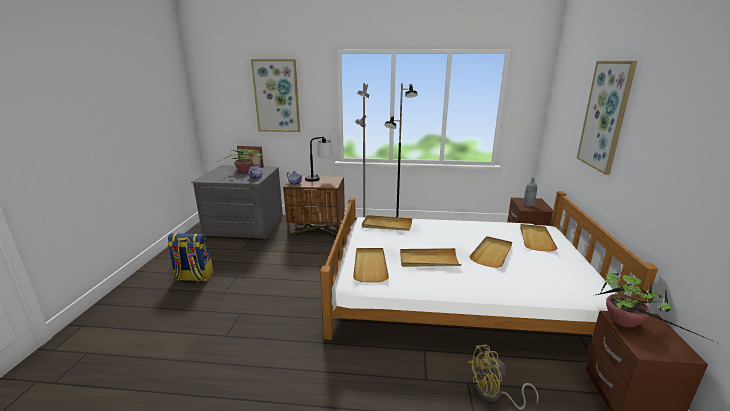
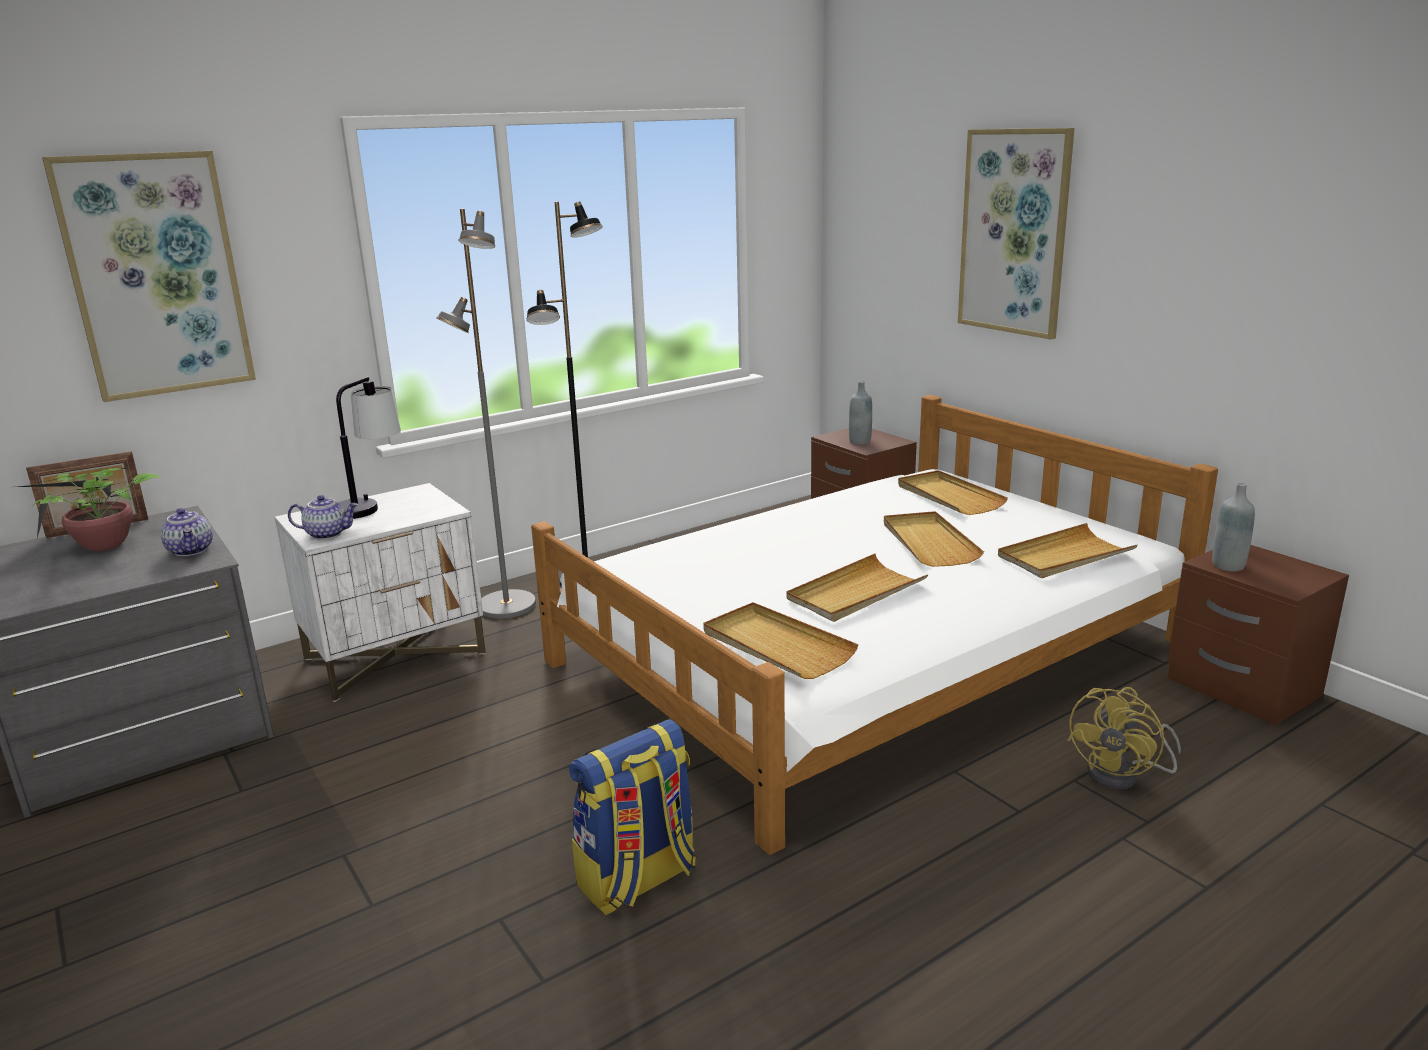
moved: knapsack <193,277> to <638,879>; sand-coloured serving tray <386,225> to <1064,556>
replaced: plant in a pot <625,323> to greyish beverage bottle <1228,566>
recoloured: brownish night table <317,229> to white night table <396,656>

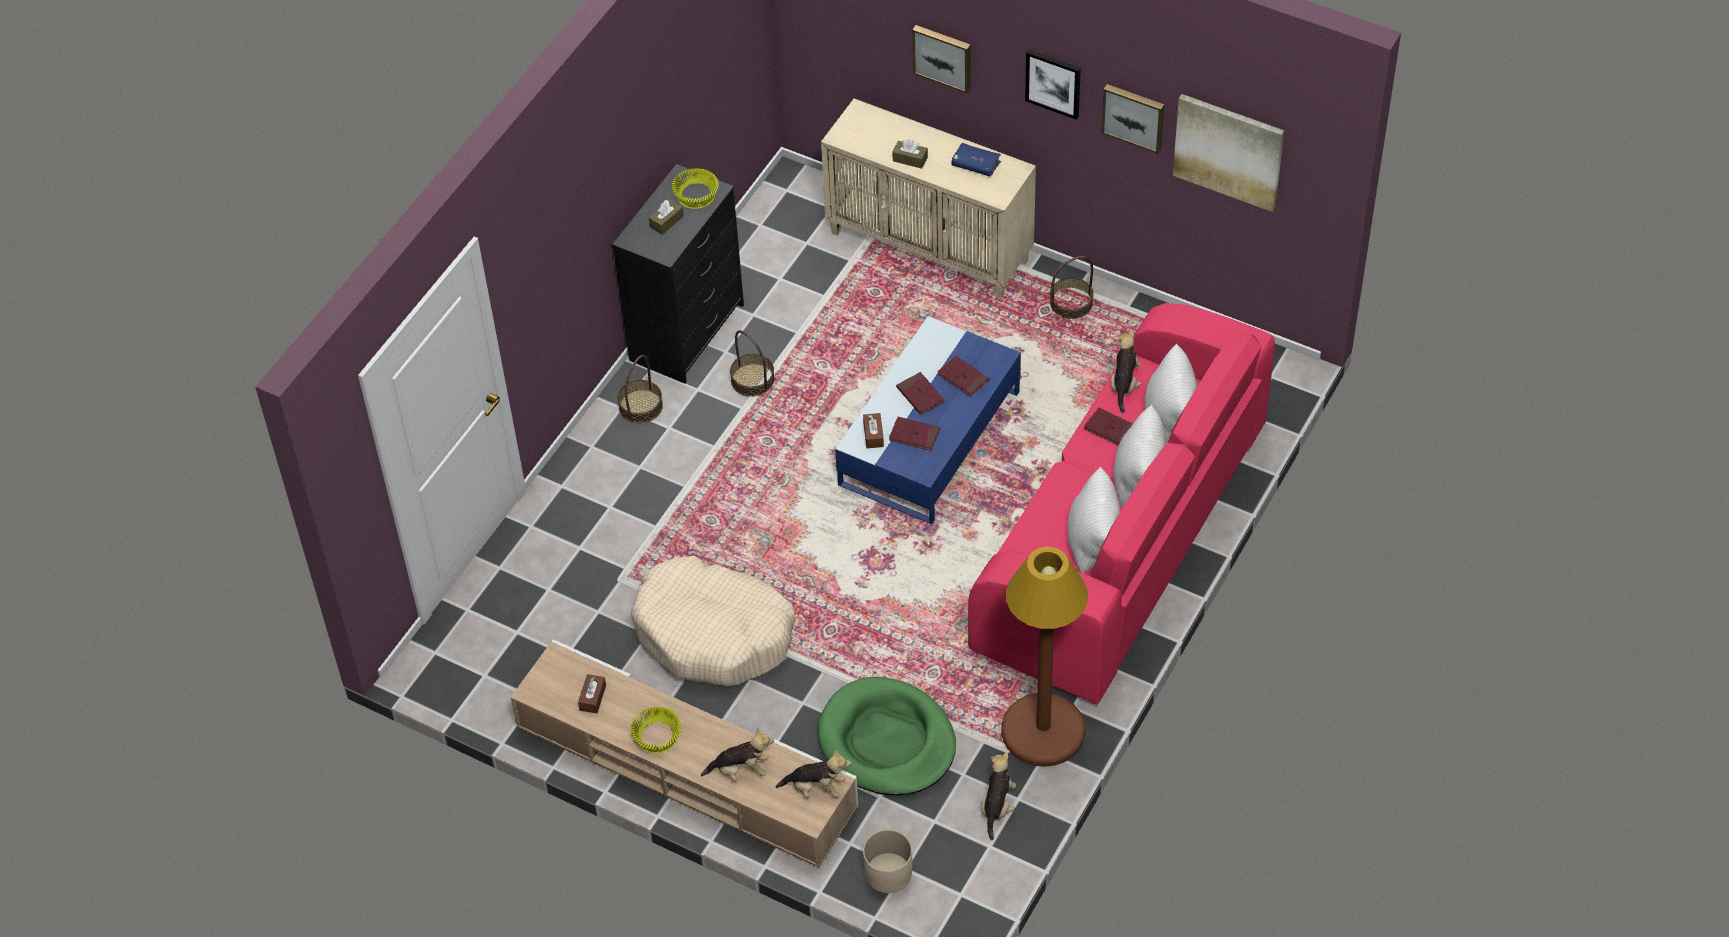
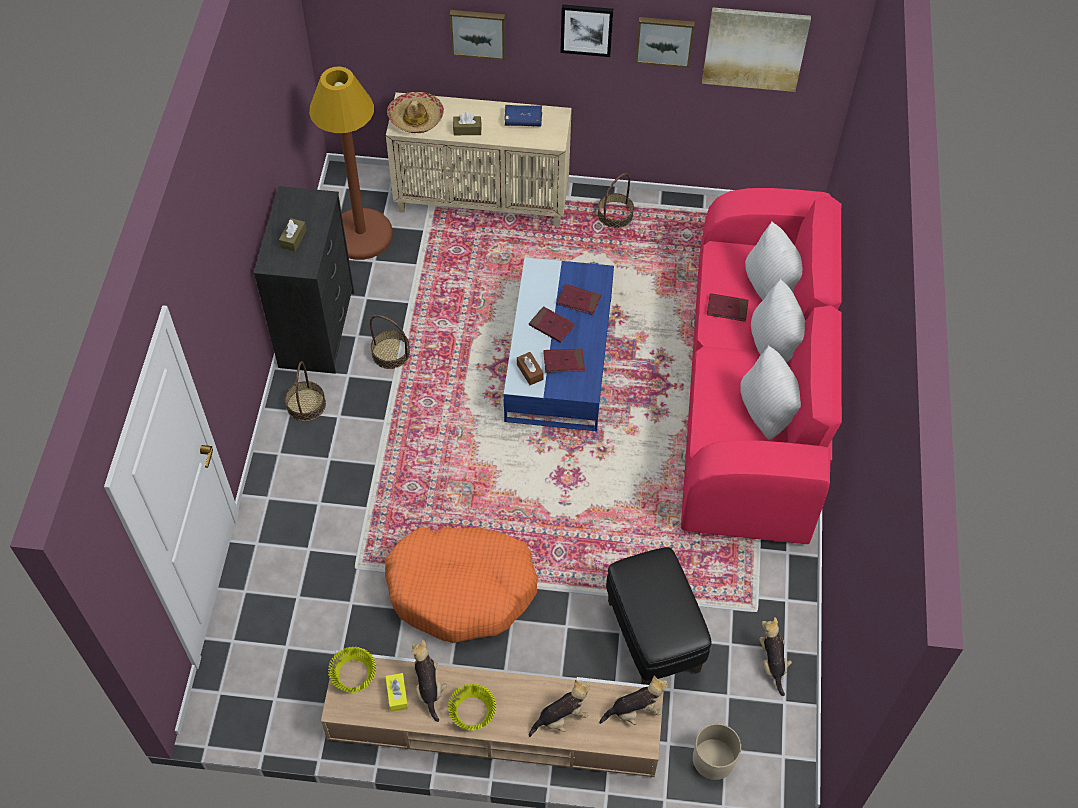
added: clothing hat <416,118>
moved: brownish standing lamp <1043,731> to <361,235>; yellowish serving bowl <697,195> to <354,674>; soft toy <1124,384> to <428,687>
replaced: green-coloured dog cushion <887,741> to black ottoman <653,636>
recoloured: sand-coloured dog cushion <714,634> to orange dog cushion <461,589>; brownish tissue holder <592,698> to yellowish tissue holder <397,695>

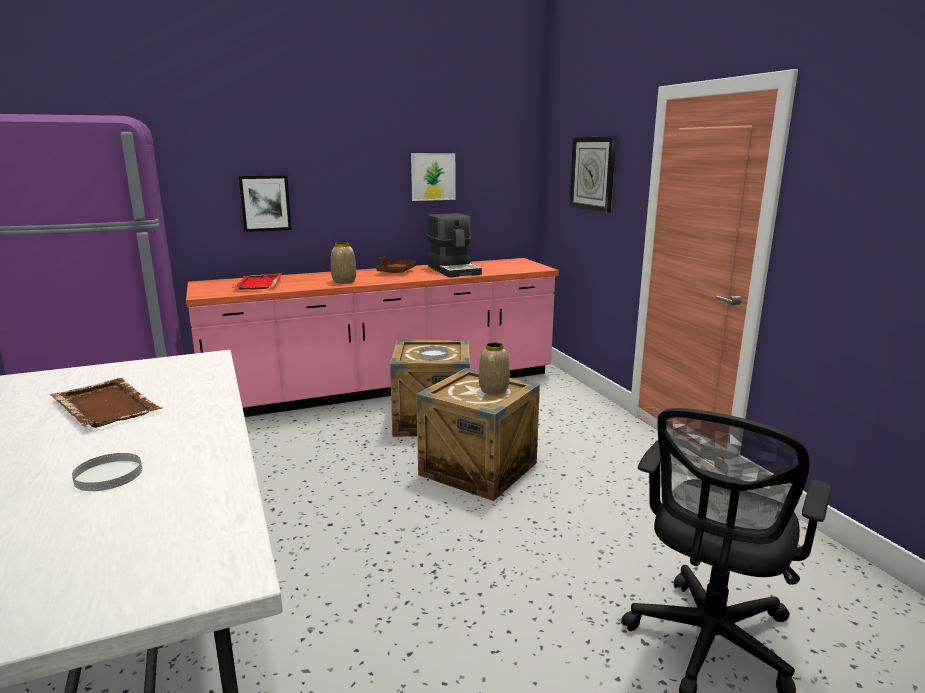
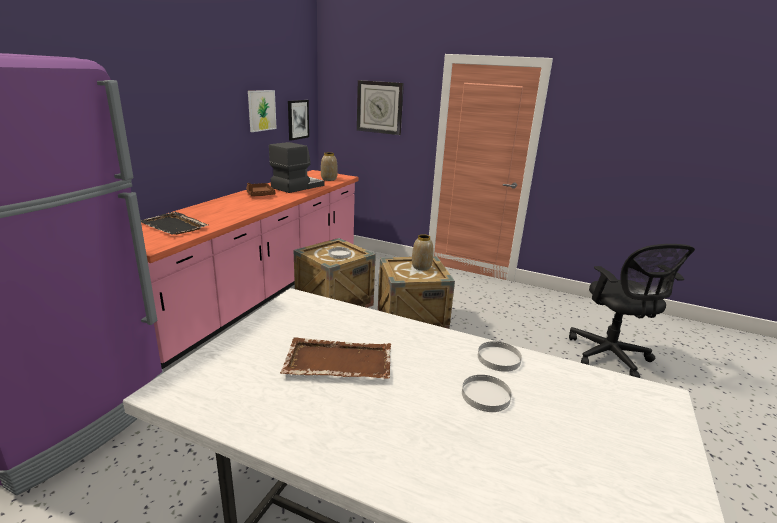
added: white plate <499,358>
moved: picture <265,203> to <297,119>; decorative vase <344,281> to <329,179>
recoloured: red serving tray <258,284> to black serving tray <174,226>
turned: coffee machine <454,270> = <297,186> 75 degrees counterclockwise

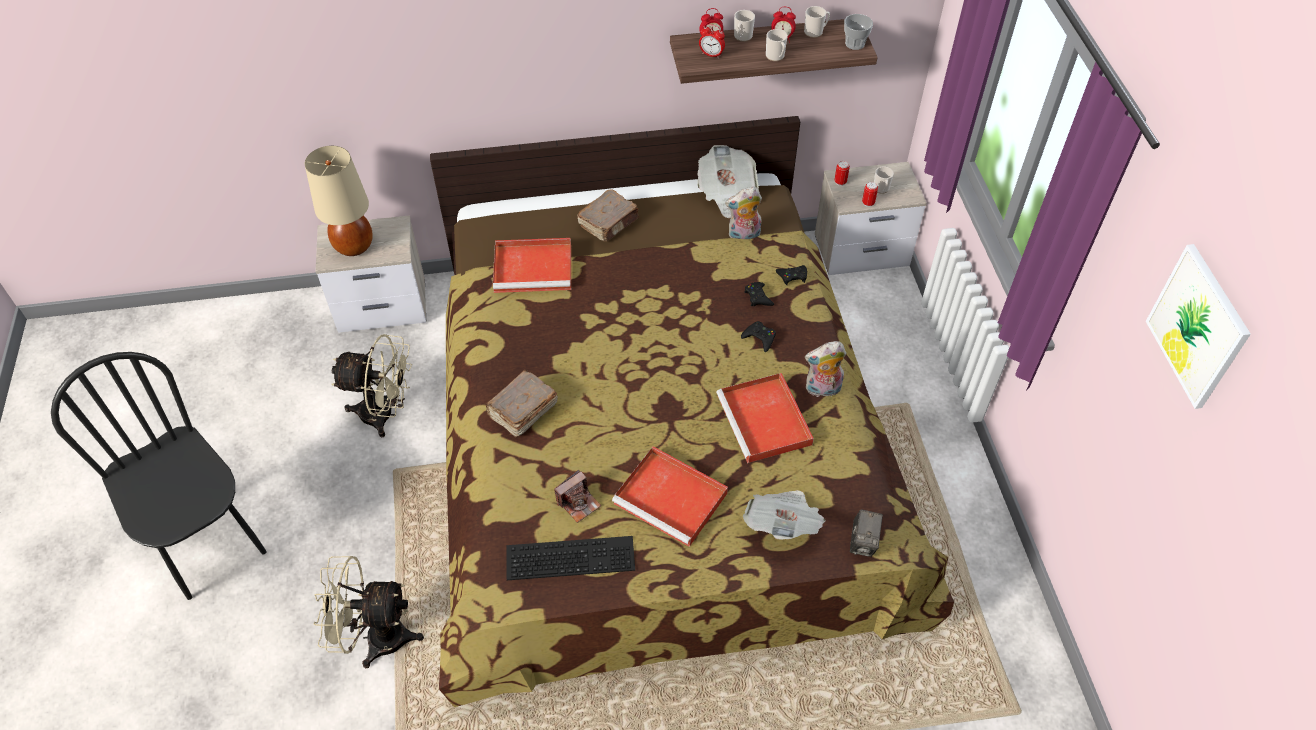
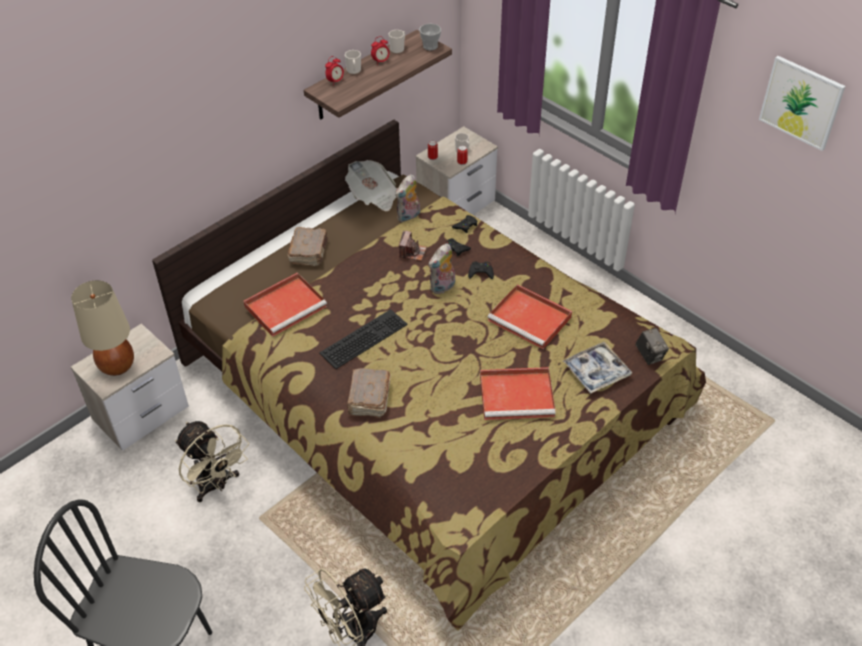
removed: alarm clock <711,54>; tea mug <776,57>
moved: keyboard <571,555> to <363,337>; still camera <578,503> to <412,252>; soft toy <822,390> to <443,287>
replaced: printed paper <782,524> to serving tray <596,372>
turned: sand-coloured fan <385,414> = <216,485> 75 degrees clockwise

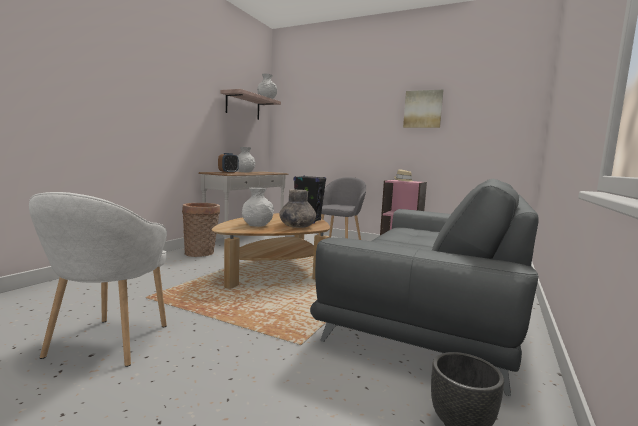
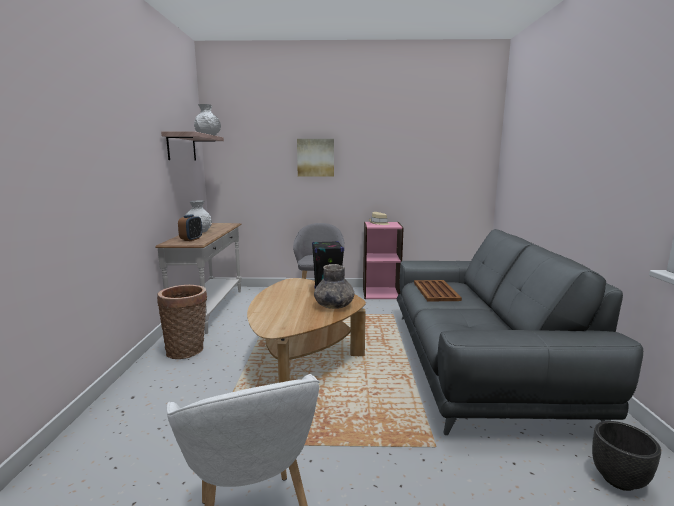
removed: white decorative vase <258,225>
added: brownish serving tray <436,291>
moved: picture <423,109> to <315,157>

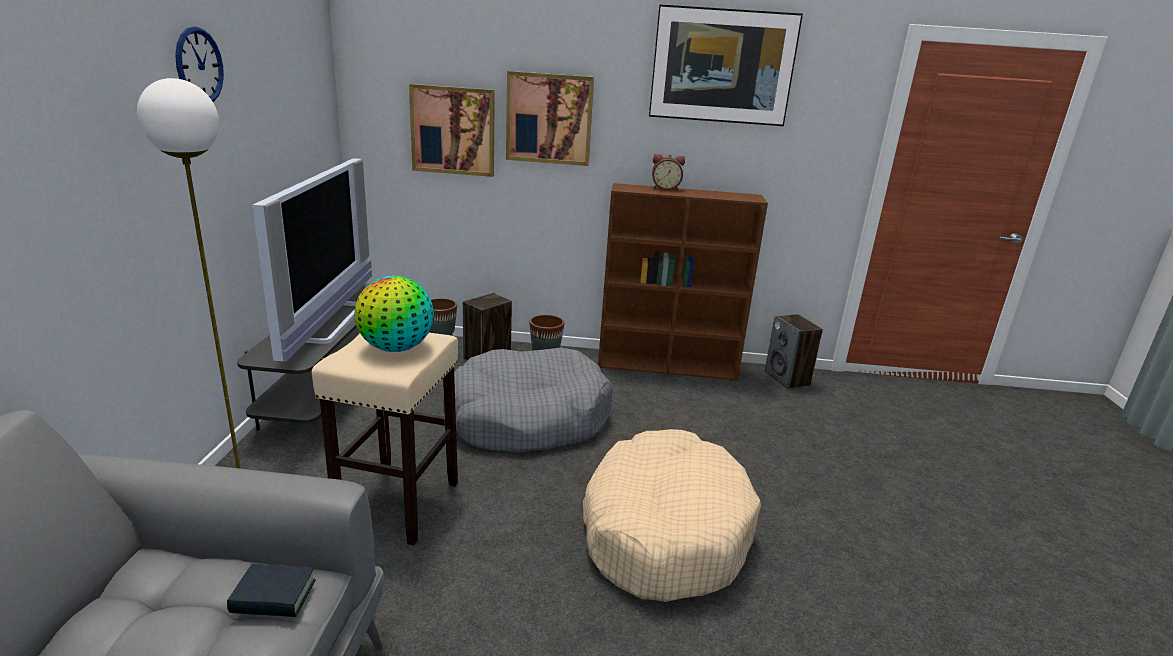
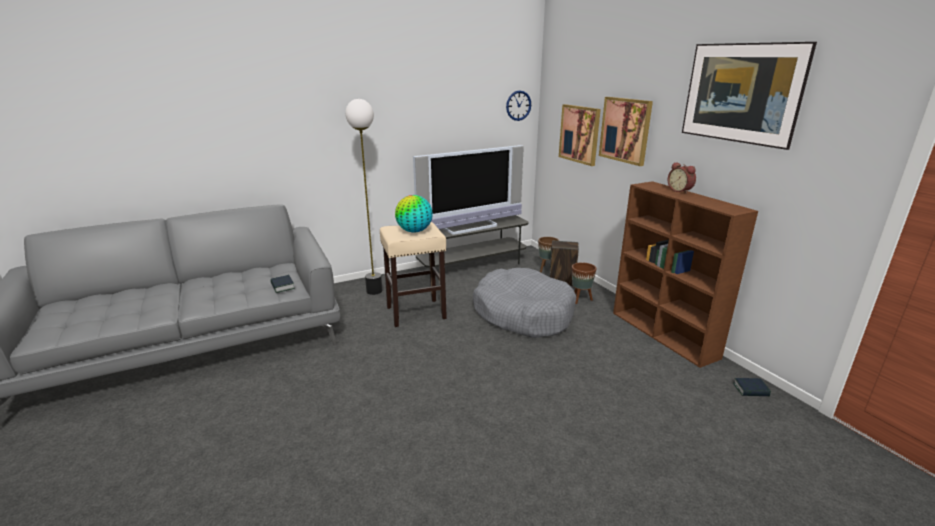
removed: sand-coloured dog cushion <664,531>
moved: clock on the wall <199,65> to <518,105>
replaced: audio speaker <787,378> to bound book <751,390>

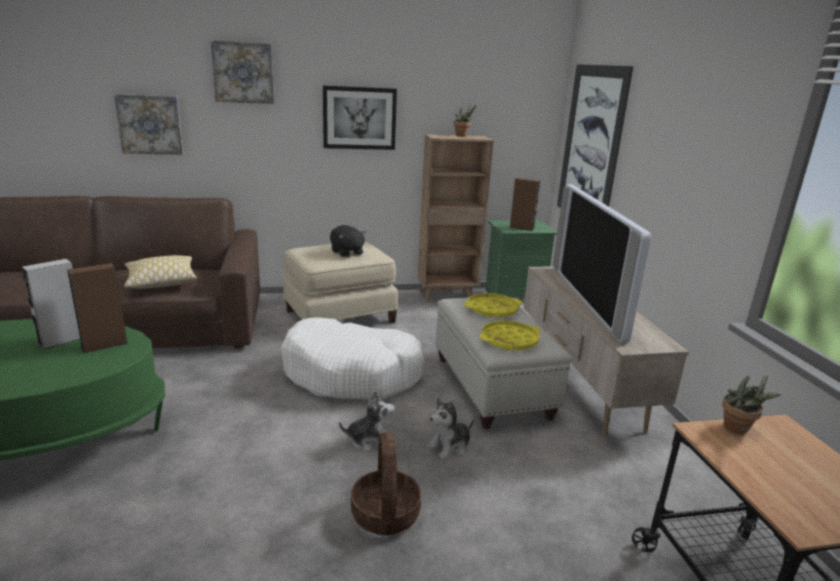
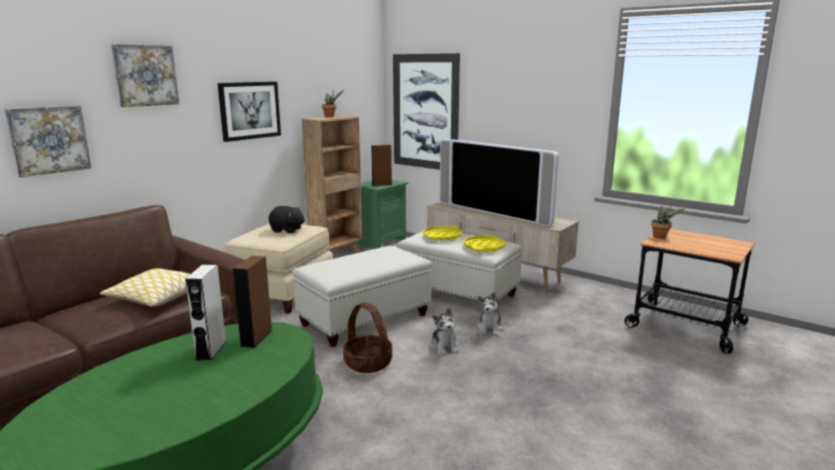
moved: storage basket <385,513> to <367,363>
replaced: white dog cushion <352,373> to white ottoman <364,320>
turned: soft toy <368,440> = <444,347> 120 degrees clockwise

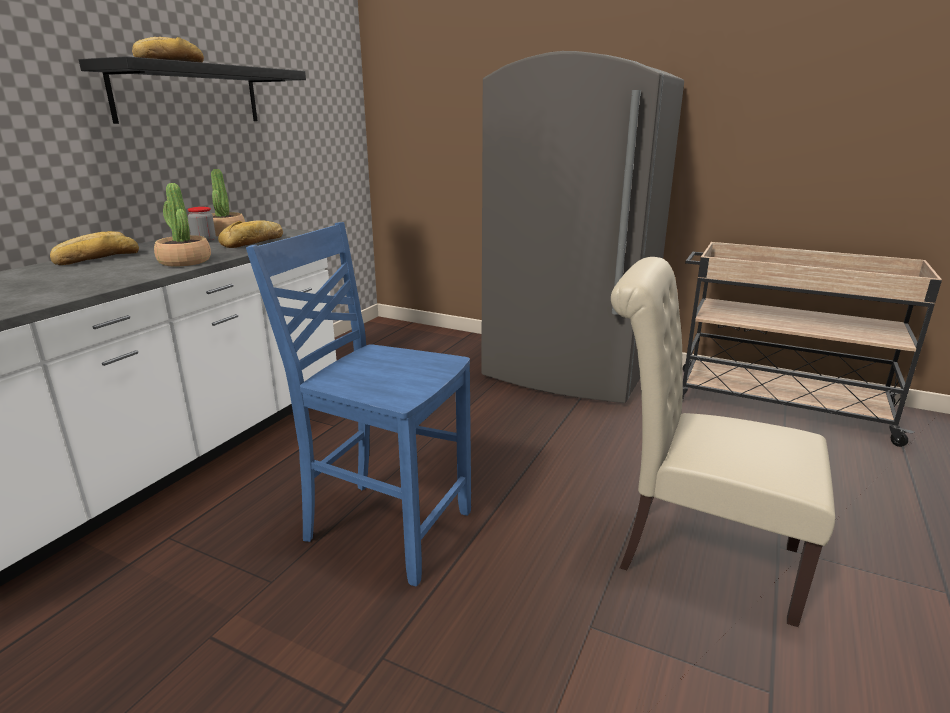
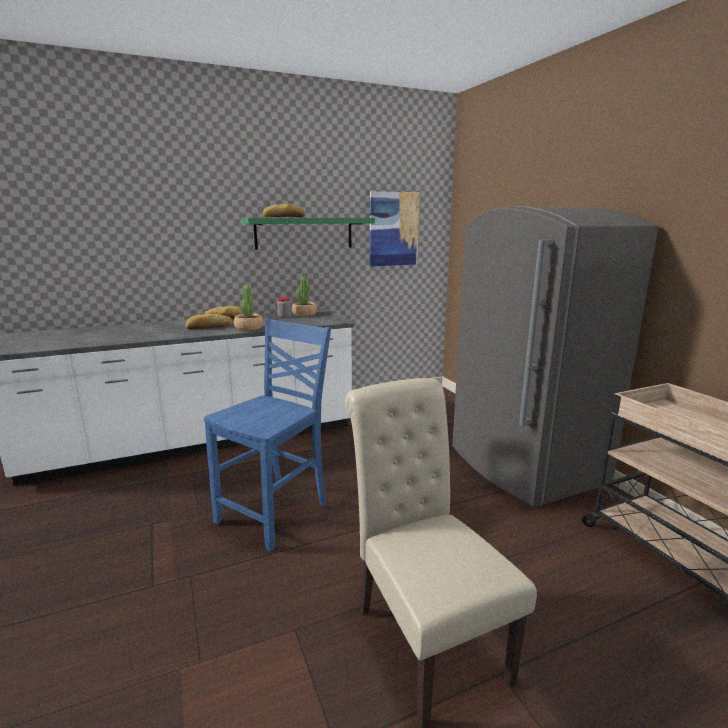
added: picture <393,229>
moved: baked bread <254,242> to <209,327>
recoloured: black wall shelf <188,94> to green-coloured wall shelf <304,233>
turned: blue-coloured plain chair <385,526> = <276,513> 60 degrees clockwise

